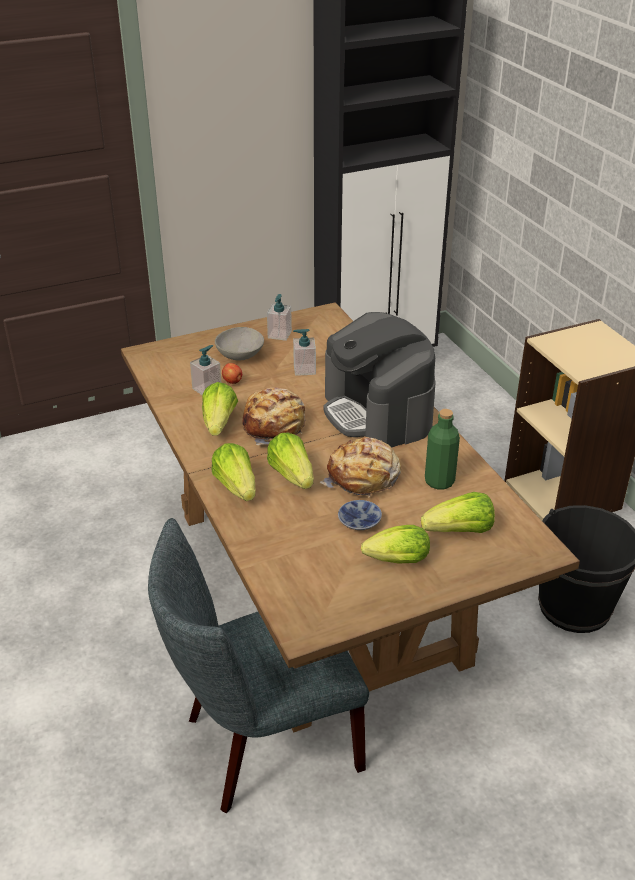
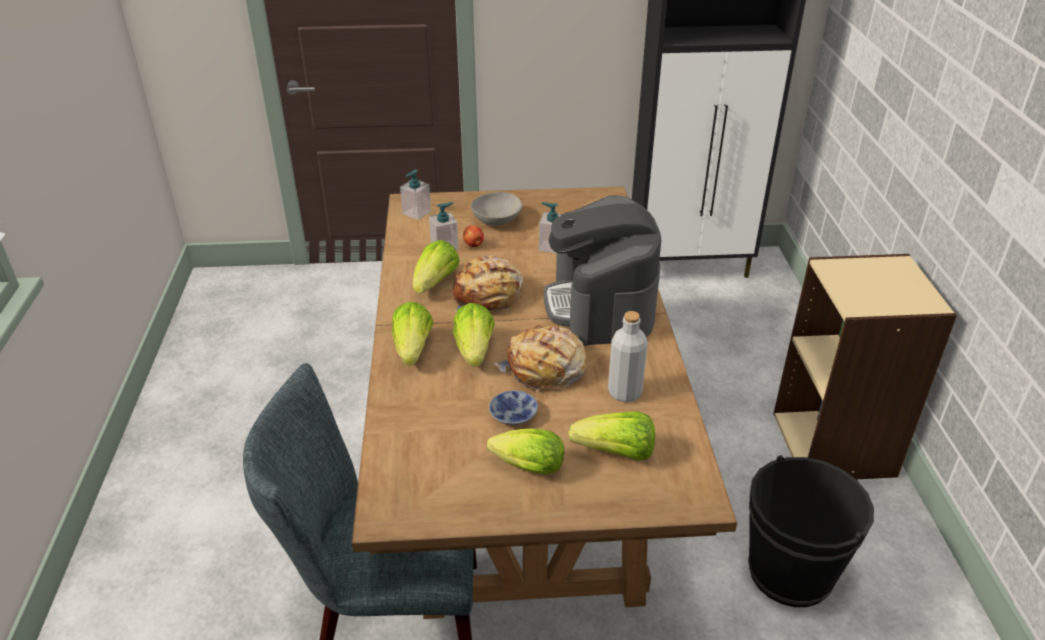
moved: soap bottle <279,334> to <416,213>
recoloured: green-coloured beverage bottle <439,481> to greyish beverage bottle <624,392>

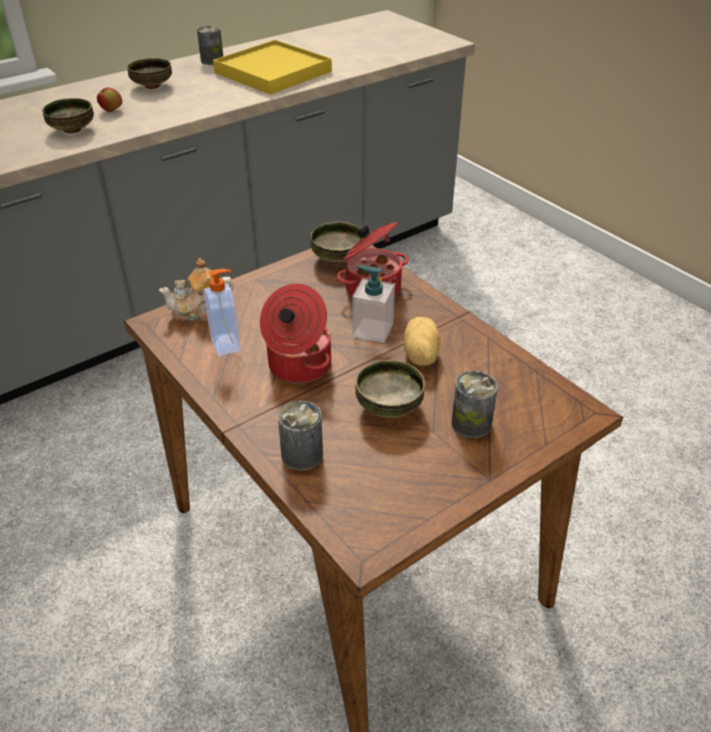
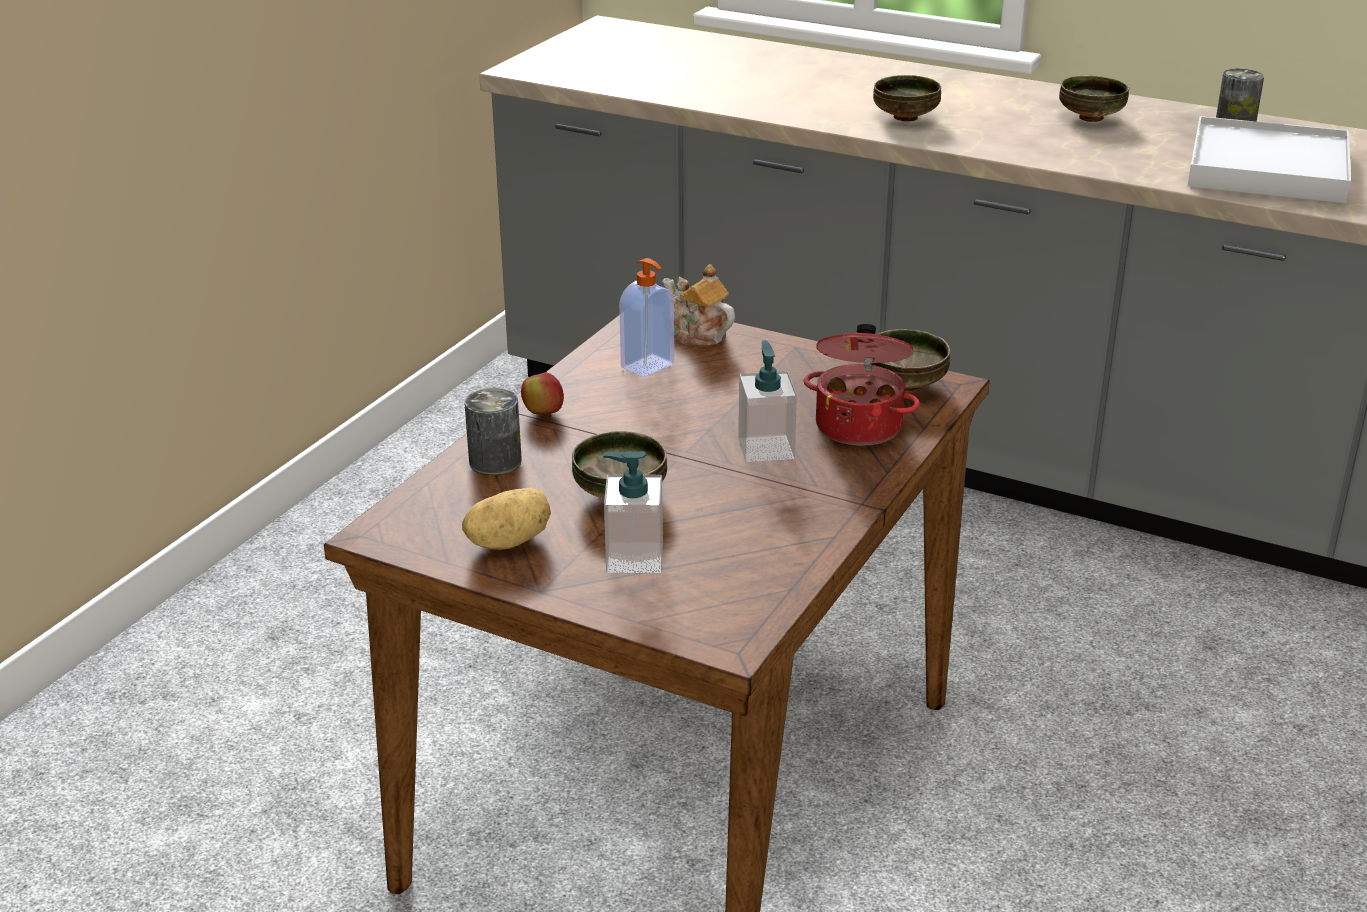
removed: cooking pot <298,366>
moved: spud <419,356> to <508,542>; whole apple <111,111> to <543,413>
replaced: sealed can <471,424> to soap bottle <634,558>
recoloured: yellowish serving tray <273,72> to white serving tray <1267,169>

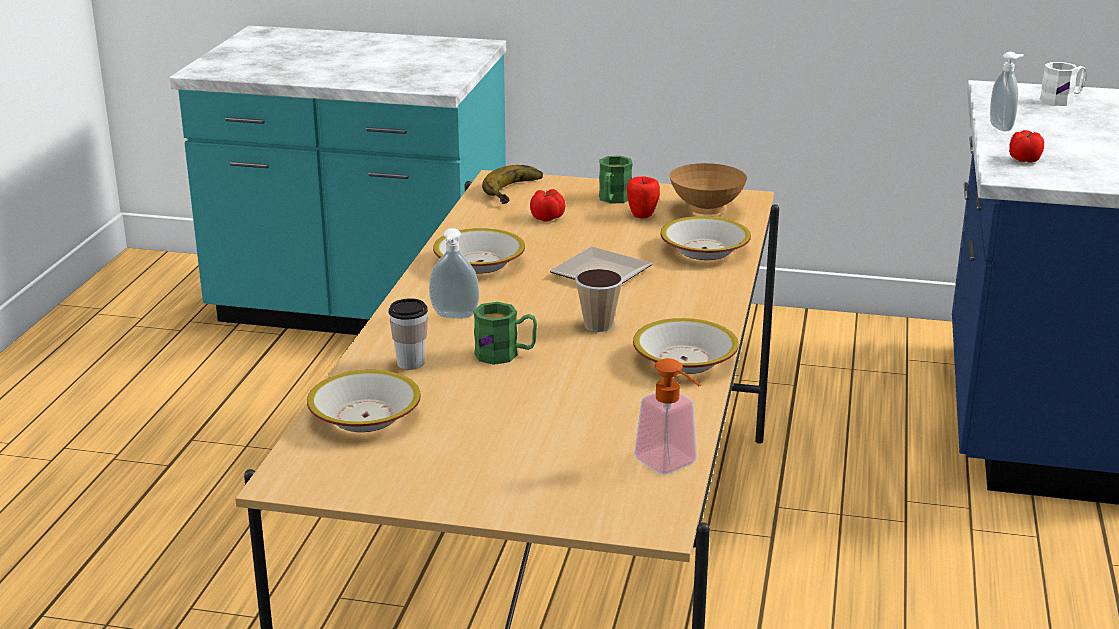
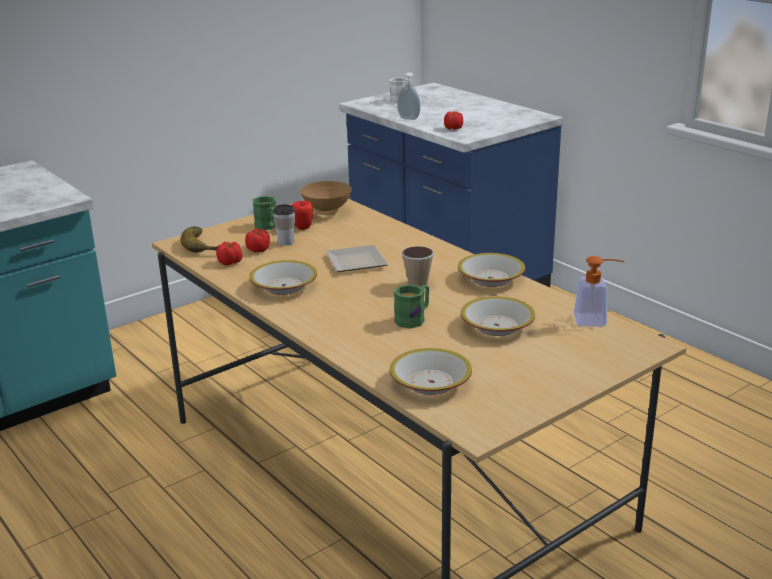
removed: soap bottle <454,317>
added: fresh tomato <230,263>
moved: small cup <410,363> to <286,242>; serving bowl <704,250> to <496,326>

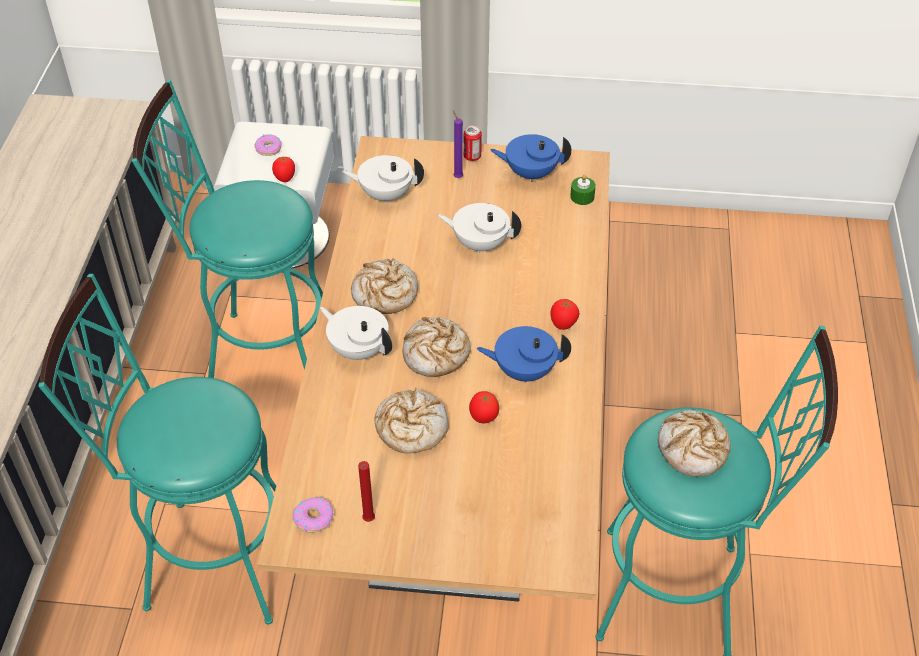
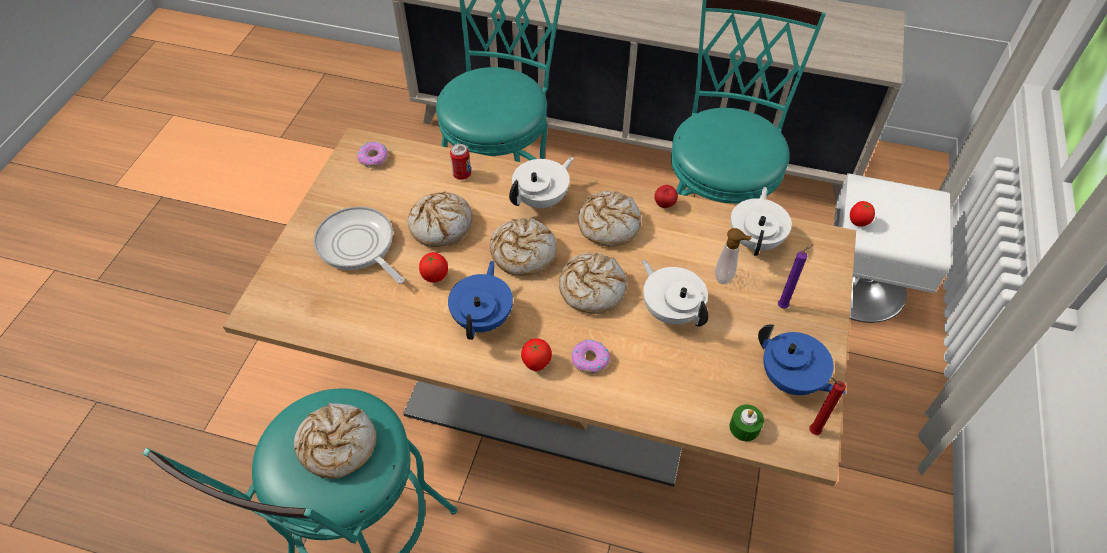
added: frying pan <358,246>; baked bread <591,288>; whole apple <664,205>; soap bottle <726,277>
moved: sealed can <472,156> to <462,174>; doughnut <269,148> to <590,360>; red wax light <368,521> to <812,431>
turned: white teapot <480,243> = <671,310> 60 degrees counterclockwise; blue-coloured teapot <530,173> = <790,380> 120 degrees clockwise

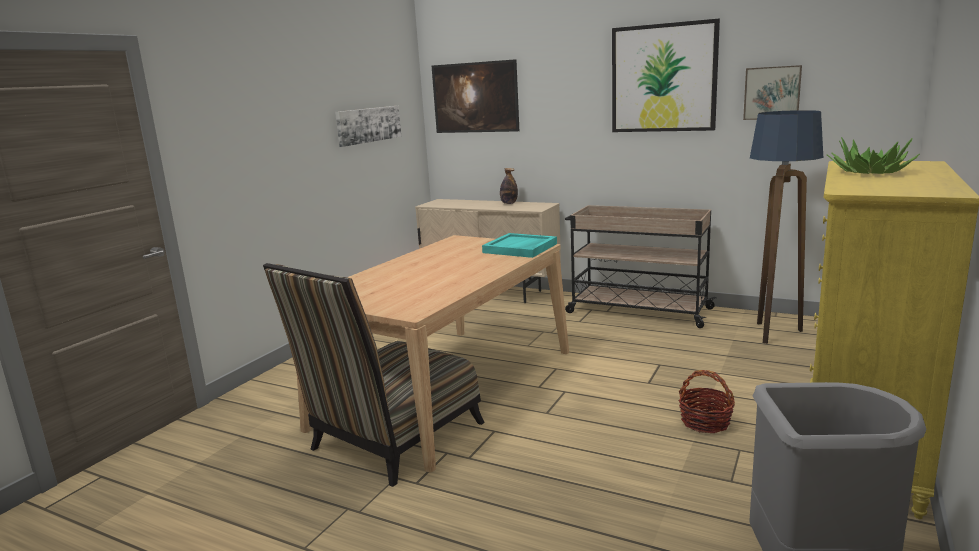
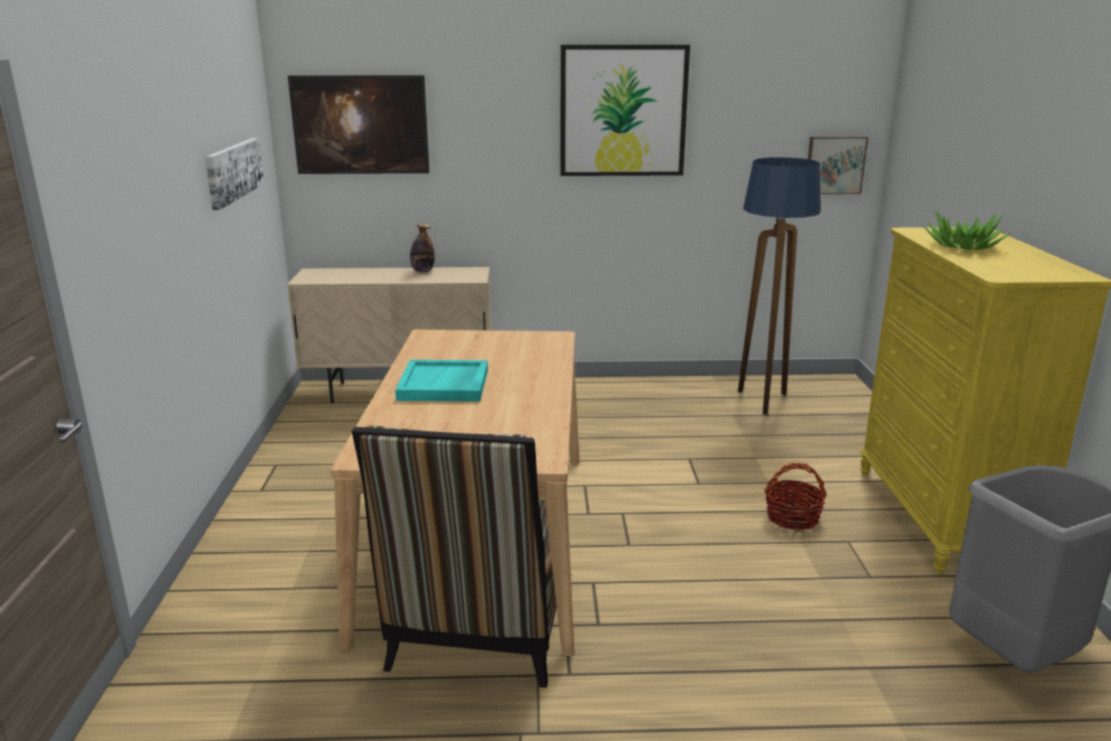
removed: sand-coloured trolley <637,310>
moved: turquoise-coloured serving tray <520,248> to <444,385>; picture <772,93> to <834,164>

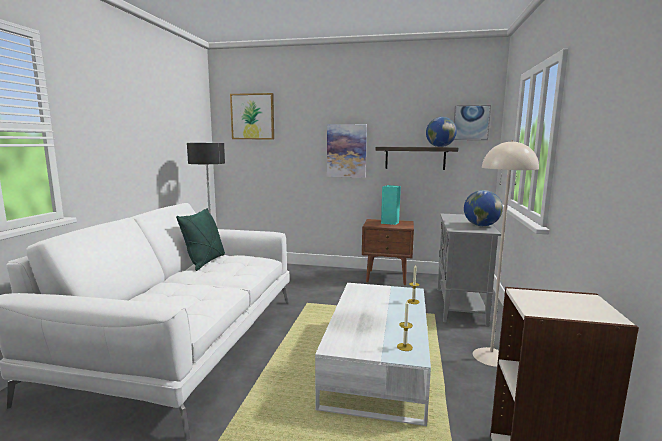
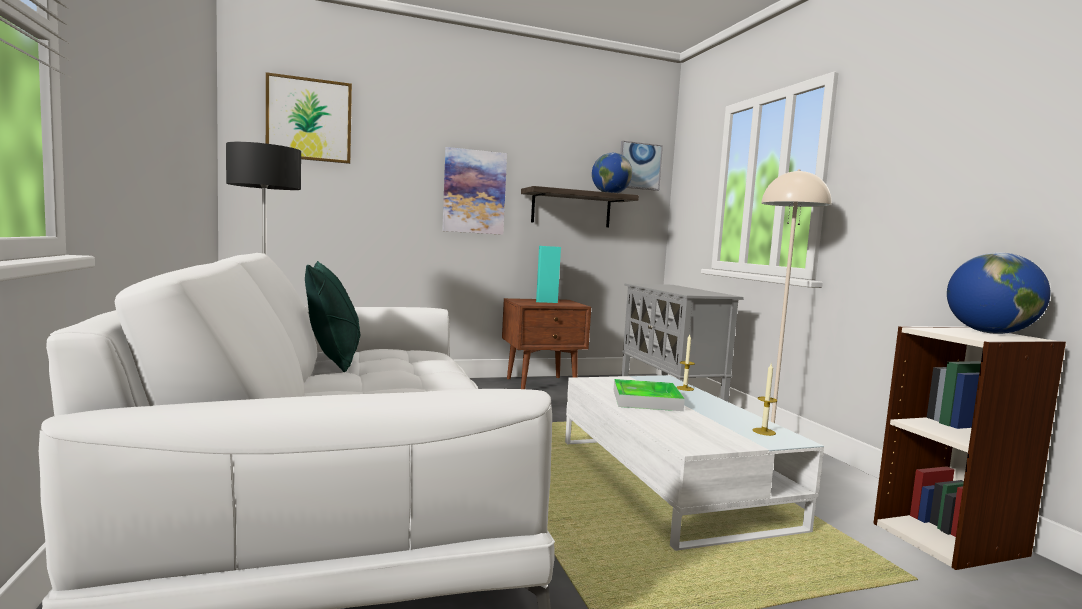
added: serving tray <646,400>
moved: globe <481,225> to <990,333>

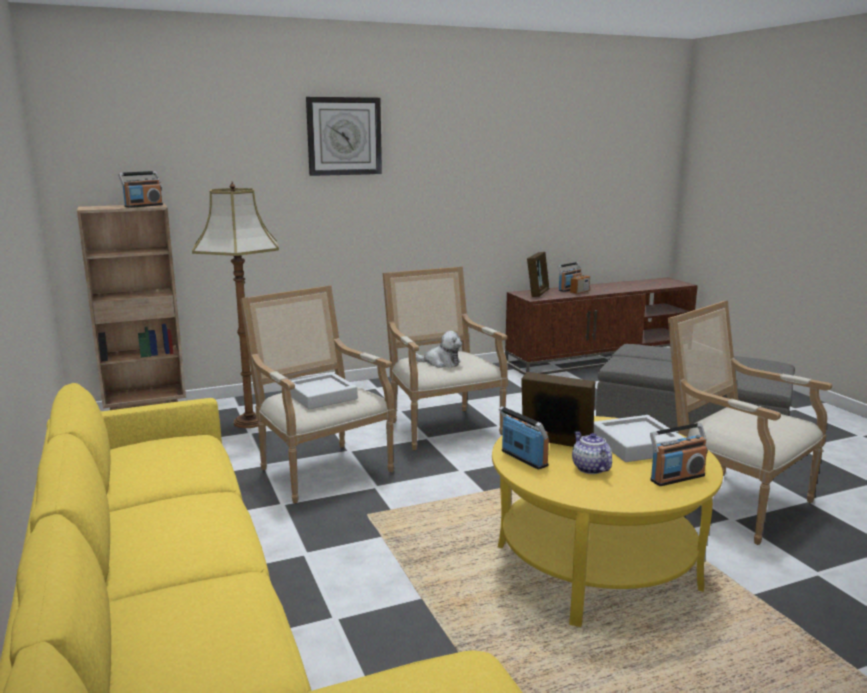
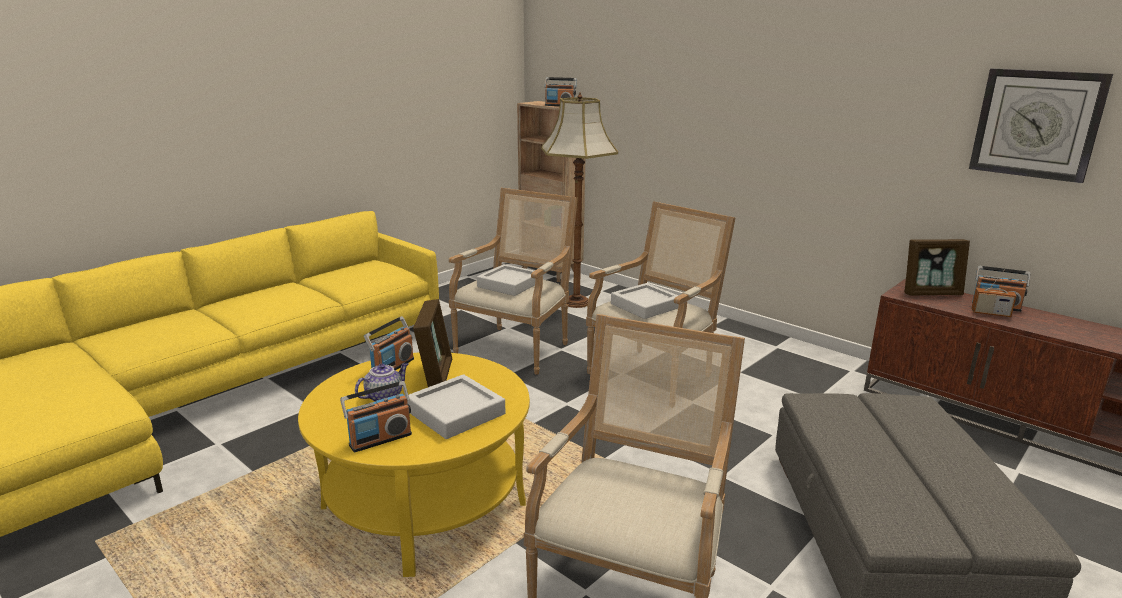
moved: clock on the wall <344,136> to <1036,124>
replaced: soft toy <440,363> to greyish serving tray <645,306>
turned: radio <676,478> = <380,439> 75 degrees counterclockwise

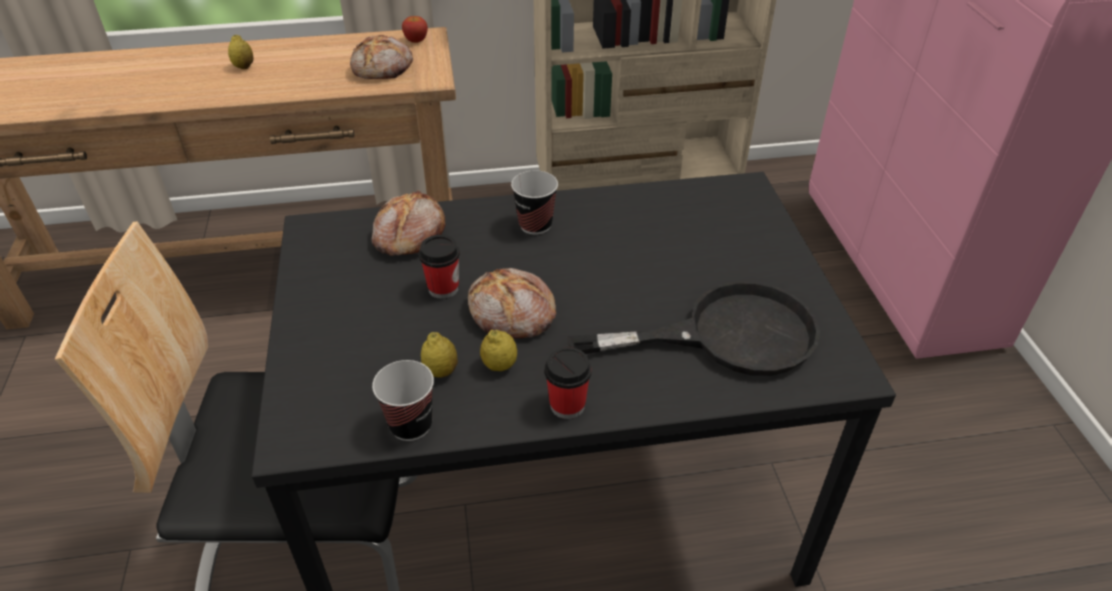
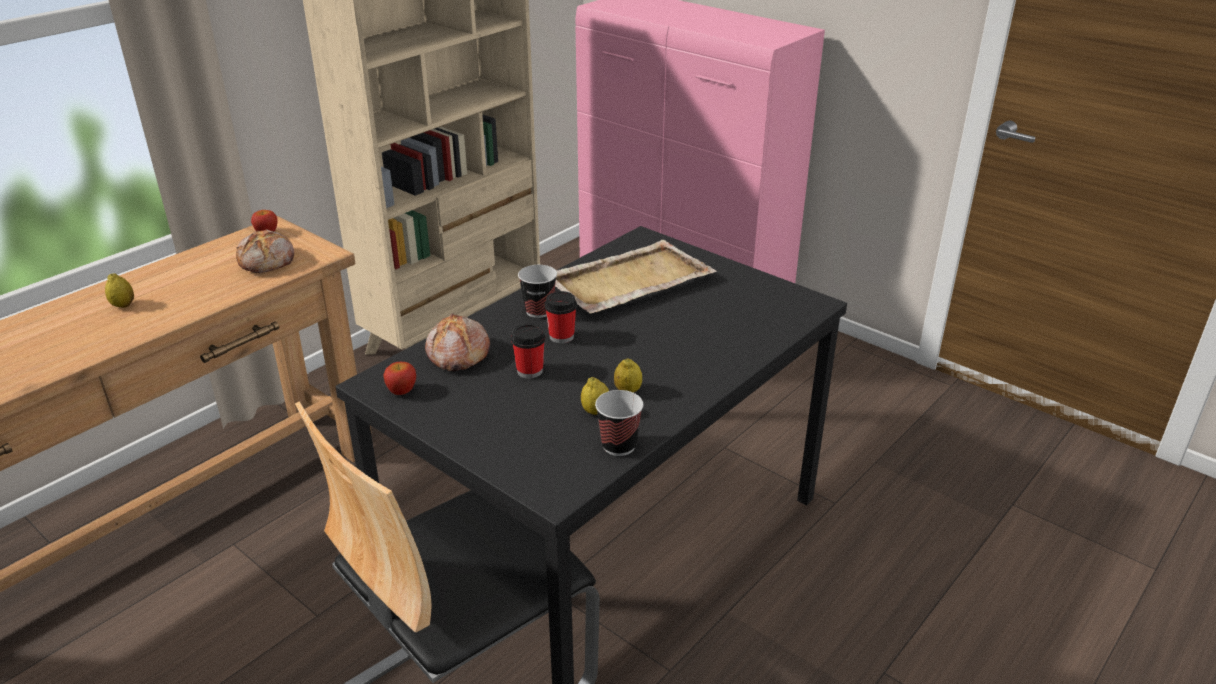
removed: baked bread <511,315>; black frying pan <726,335>
added: whole apple <402,390>; sand-coloured serving tray <627,281>
moved: small cup <567,405> to <561,336>

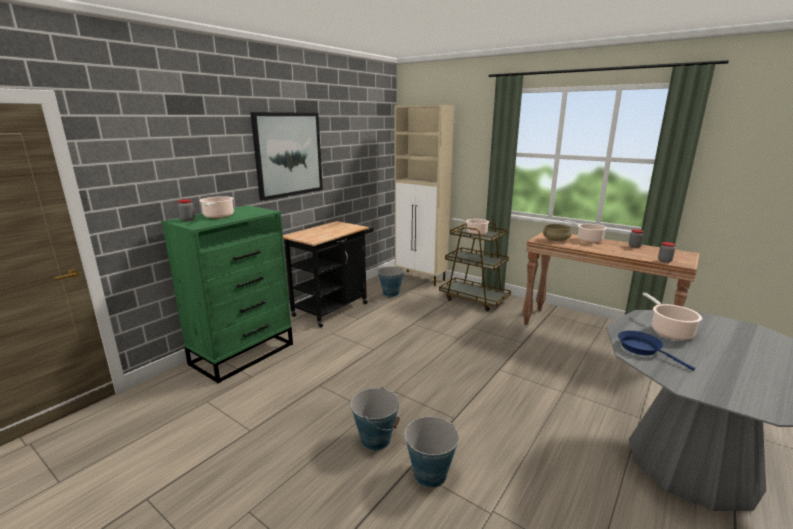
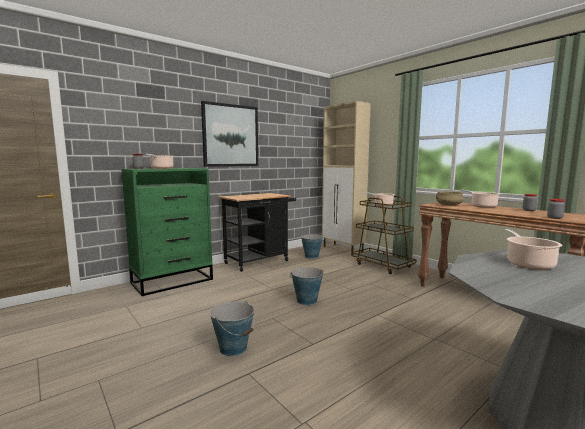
removed: blue-coloured frying pan <642,349>
moved: pail <429,474> to <306,300>

